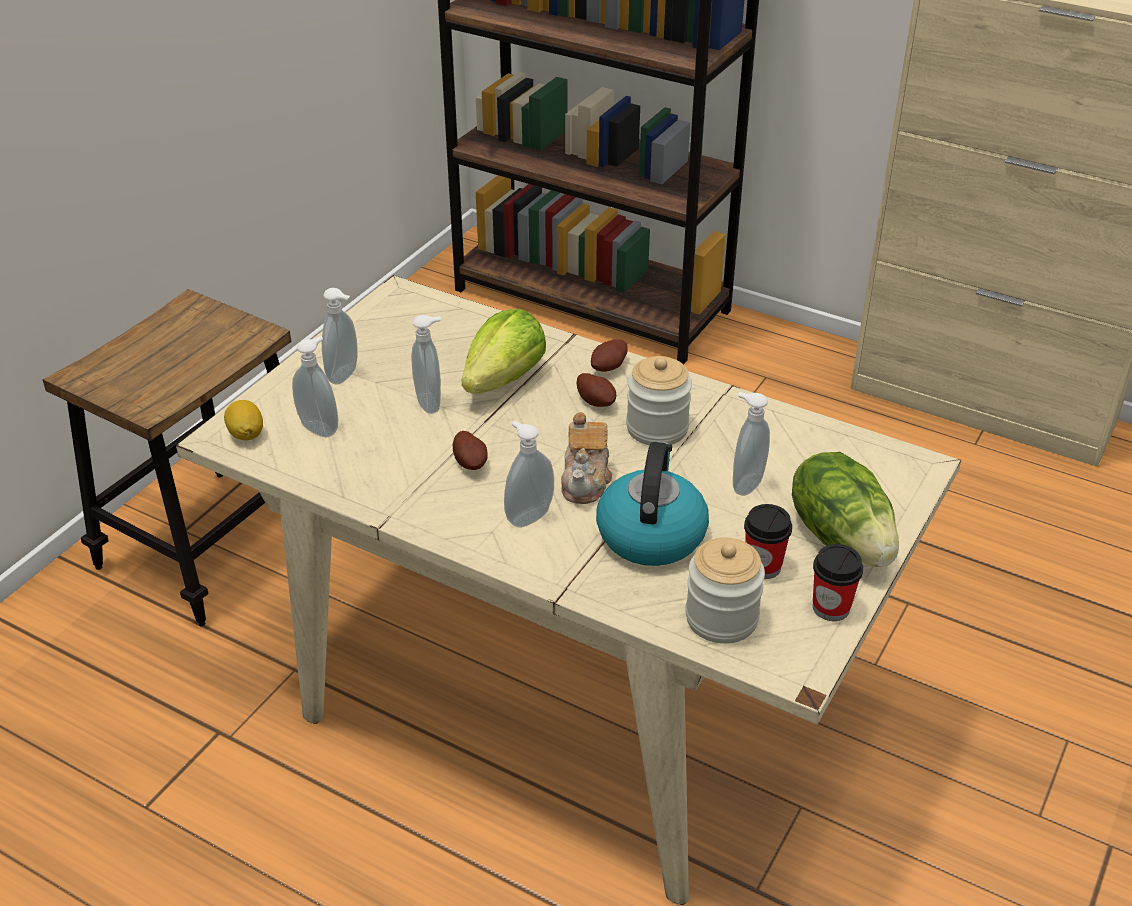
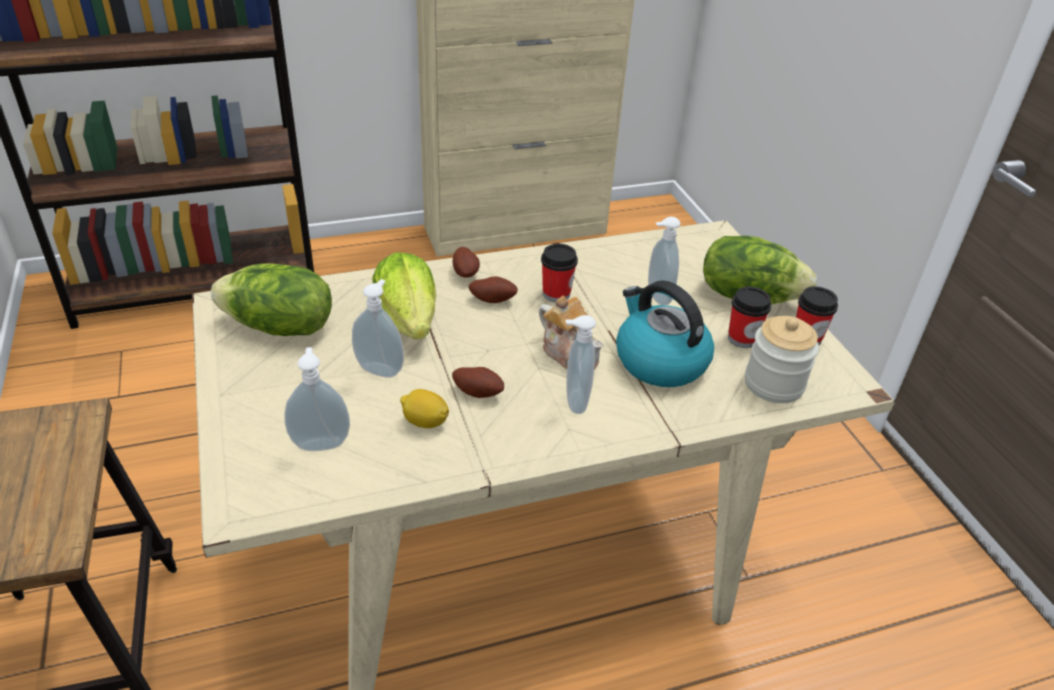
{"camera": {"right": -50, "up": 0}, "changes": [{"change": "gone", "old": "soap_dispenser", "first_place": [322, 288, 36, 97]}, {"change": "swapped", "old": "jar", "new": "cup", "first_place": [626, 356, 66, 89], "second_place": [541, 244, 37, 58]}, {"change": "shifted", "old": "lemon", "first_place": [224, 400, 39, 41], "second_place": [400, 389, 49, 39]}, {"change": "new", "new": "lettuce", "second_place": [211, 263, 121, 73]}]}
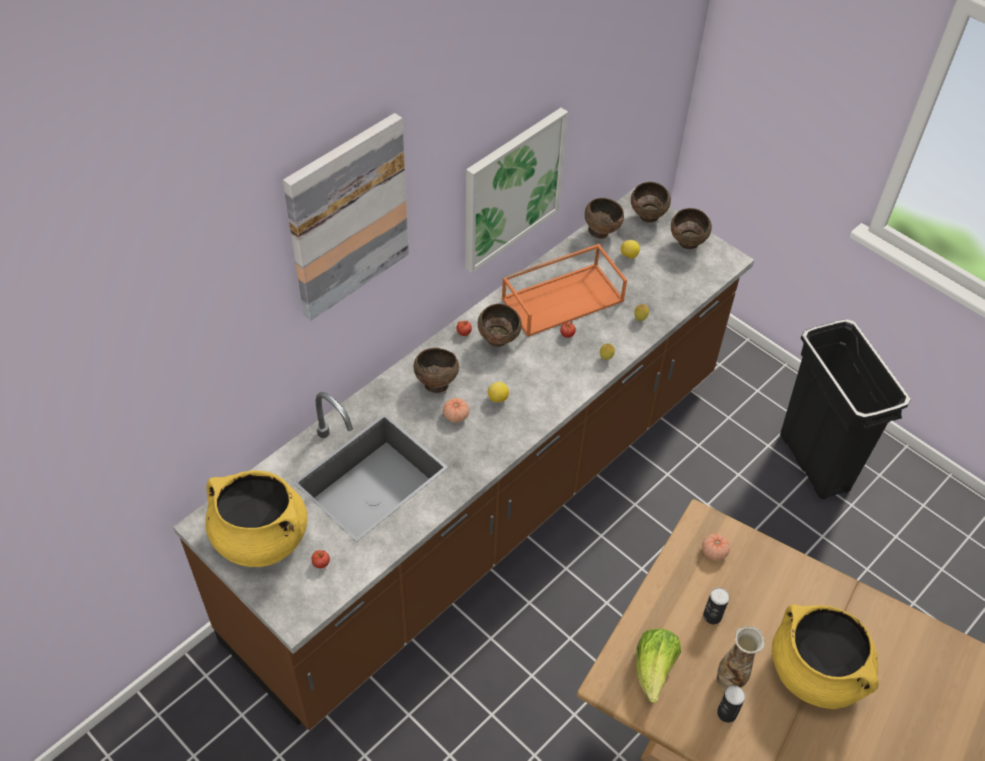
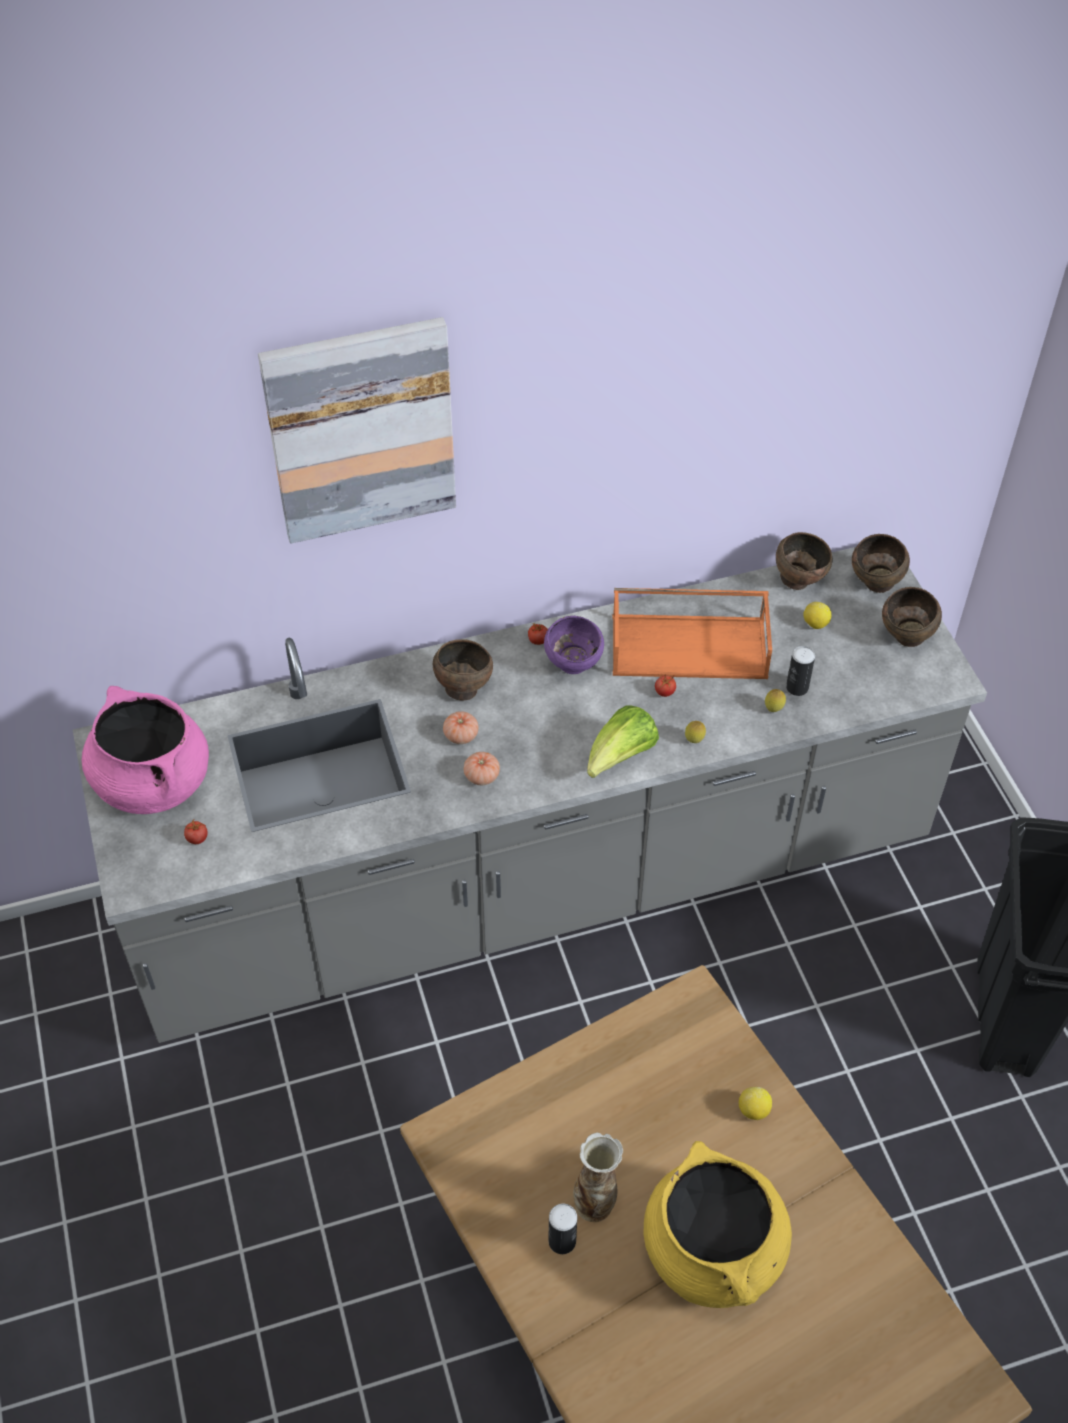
{"camera": {"right": 30, "up": 0}, "changes": [{"change": "gone", "old": "picture", "first_place": [465, 108, 103, 165]}, {"change": "repainted", "old": "brown_counter", "new": "grey_counter", "first_place": [173, 187, 581, 543], "second_place": [73, 547, 914, 496]}, {"change": "repainted", "old": "brown_bowl", "new": "purple_bowl", "first_place": [478, 304, 44, 43], "second_place": [544, 616, 60, 58]}, {"change": "shifted", "old": "lemon", "first_place": [488, 382, 21, 20], "second_place": [739, 1087, 33, 33]}, {"change": "repainted", "old": "yellow_cooking_pot", "new": "pink_cooking_pot", "first_place": [205, 470, 102, 97], "second_place": [82, 686, 127, 128]}, {"change": "shifted", "old": "tomato", "first_place": [702, 534, 28, 26], "second_place": [464, 752, 36, 33]}, {"change": "shifted", "old": "can", "first_place": [703, 588, 27, 36], "second_place": [786, 646, 29, 50]}, {"change": "shifted", "old": "lettuce", "first_place": [636, 628, 45, 75], "second_place": [587, 705, 72, 73]}]}
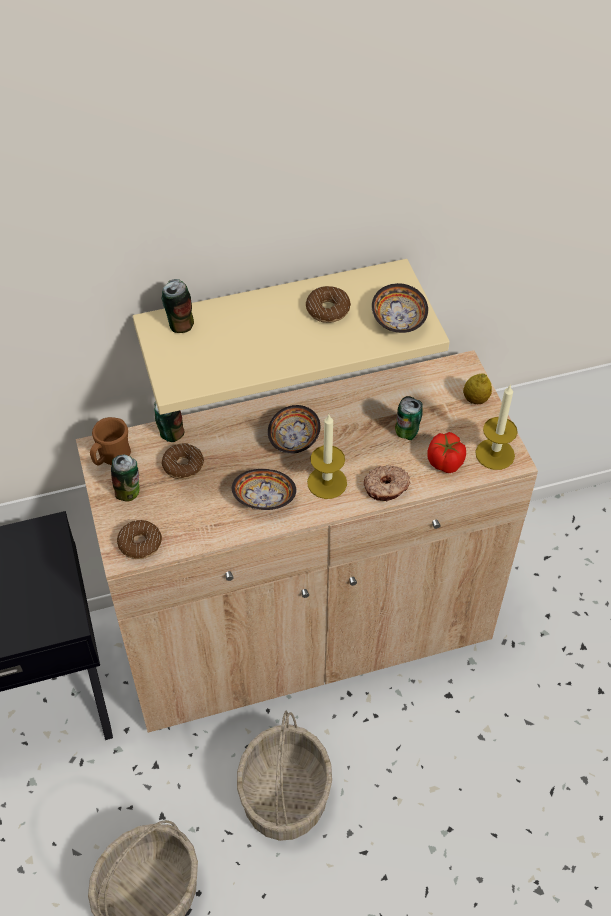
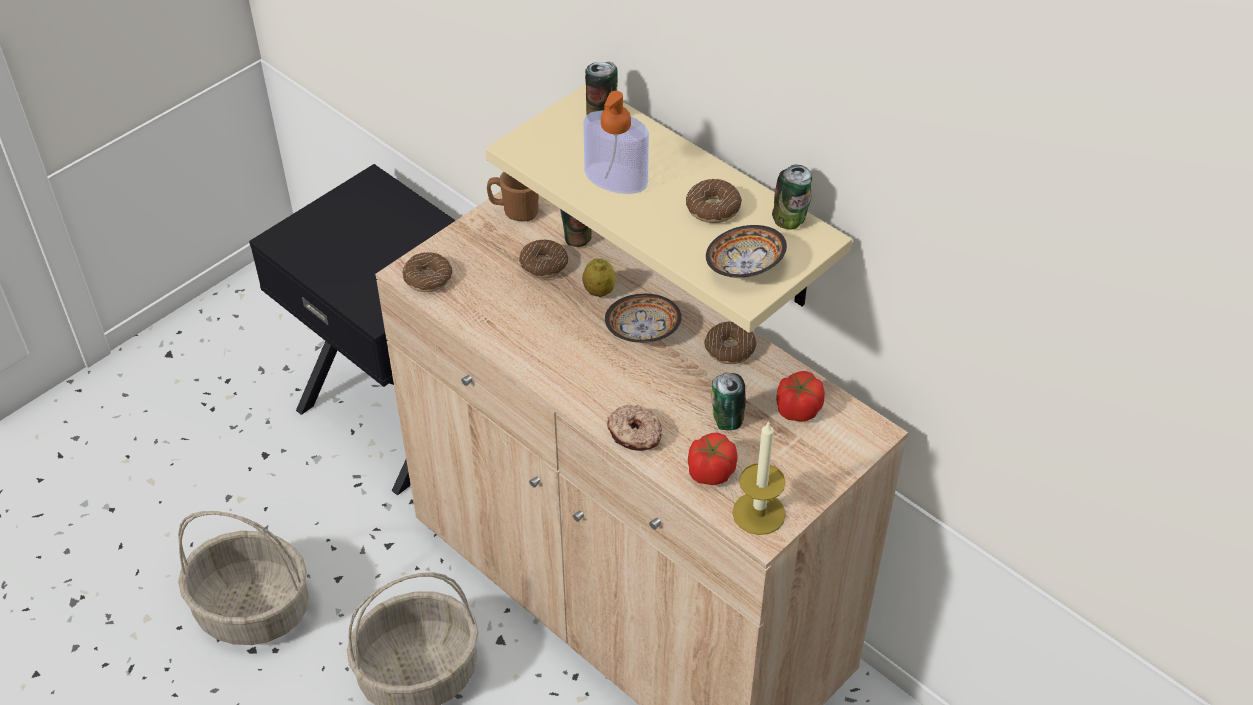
{"camera": {"right": 60, "up": -5}, "changes": [{"change": "shifted", "old": "lemon", "first_place": [463, 373, 29, 31], "second_place": [582, 258, 34, 39]}, {"change": "gone", "old": "candle", "first_place": [307, 415, 40, 84]}, {"change": "shifted", "old": "can", "first_place": [111, 455, 29, 47], "second_place": [772, 165, 40, 64]}, {"change": "gone", "old": "bowl", "first_place": [232, 469, 64, 41]}, {"change": "new", "new": "soap_dispenser", "second_place": [583, 91, 66, 103]}, {"change": "new", "new": "donut", "second_place": [704, 322, 53, 42]}, {"change": "new", "new": "tomato", "second_place": [776, 371, 49, 51]}]}
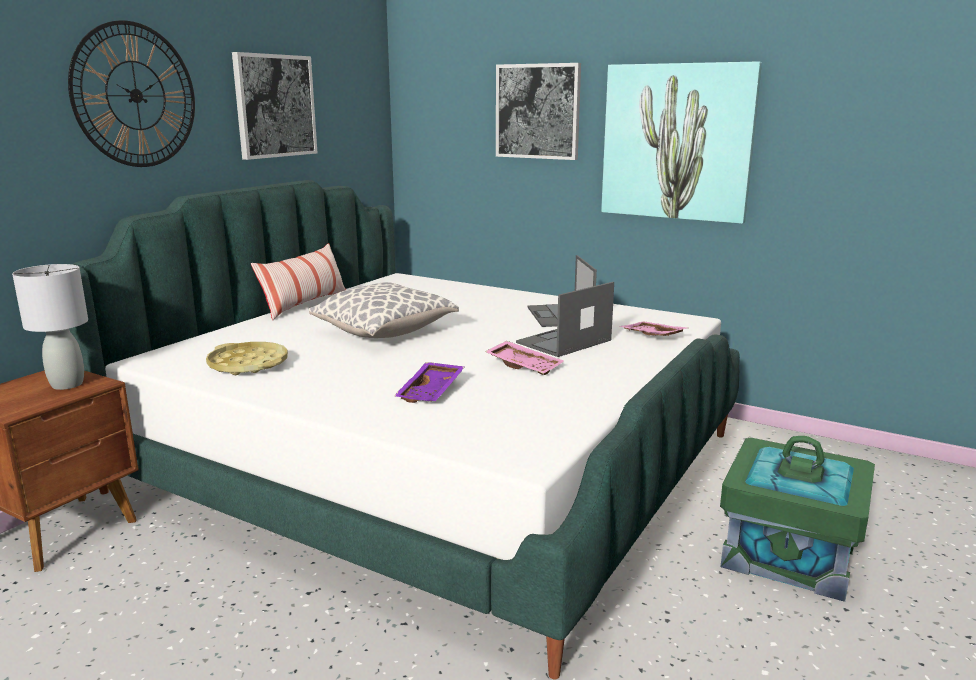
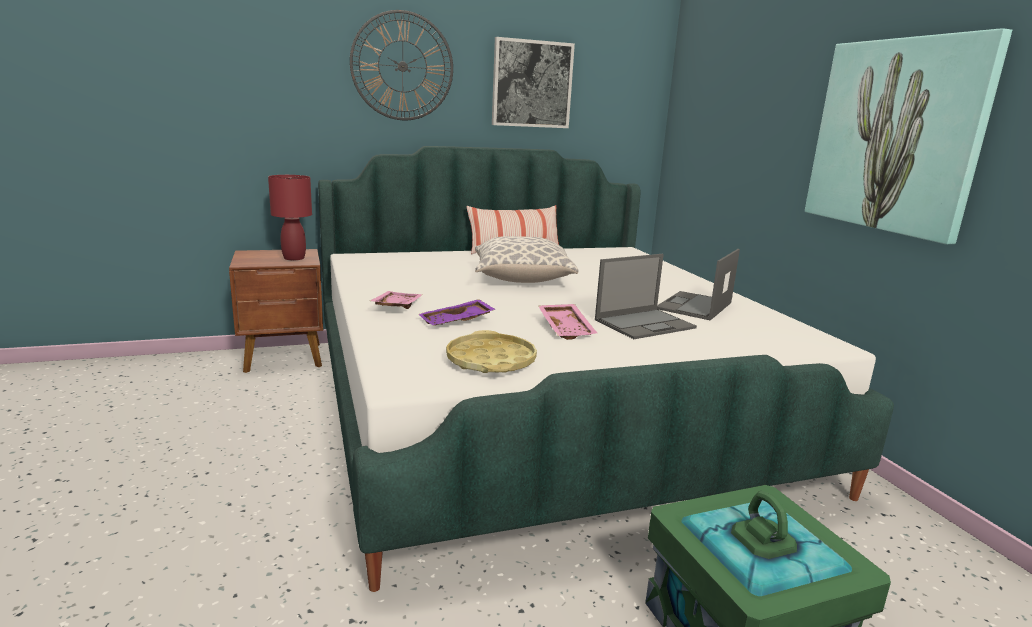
{"camera": {"right": 40, "up": 0}, "changes": [{"change": "gone", "old": "picture", "first_place": [496, 63, 85, 97]}, {"change": "repainted", "old": "grey_table_lamp", "new": "red_table_lamp", "first_place": [12, 264, 76, 126], "second_place": [268, 175, 44, 86]}, {"change": "rotated", "old": "laptop", "first_place": [516, 282, 98, 75], "second_place": [595, 254, 102, 85], "degrees": 150}, {"change": "shifted", "old": "pink_tray", "first_place": [620, 322, 67, 14], "second_place": [370, 291, 52, 18]}, {"change": "shifted", "old": "yellow_tray", "first_place": [206, 342, 82, 33], "second_place": [446, 330, 91, 43]}]}
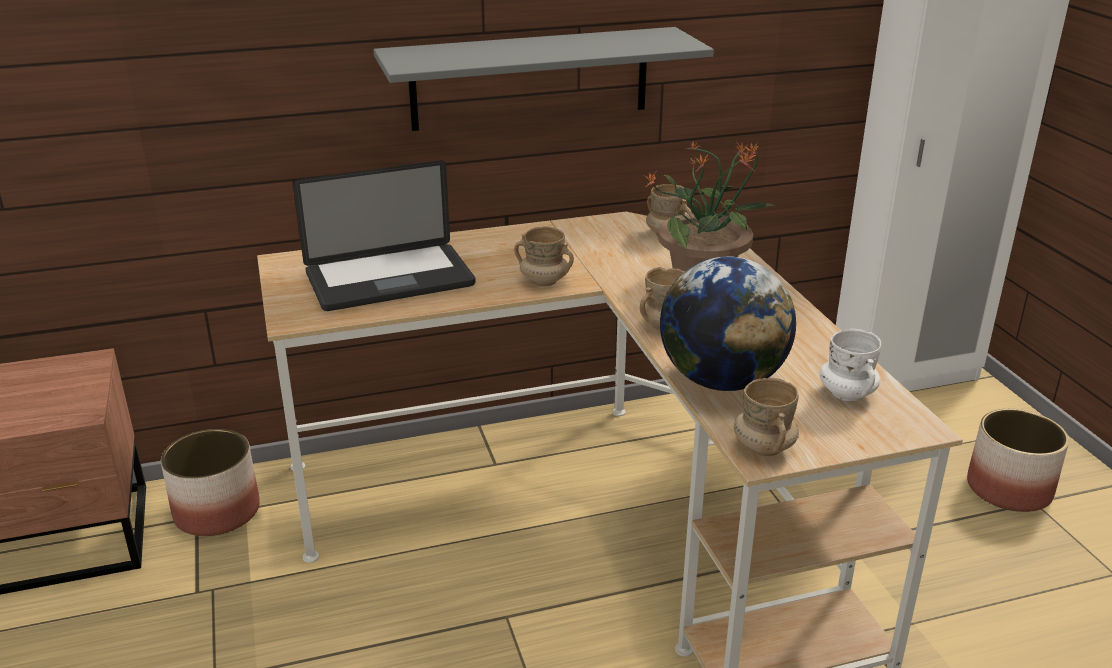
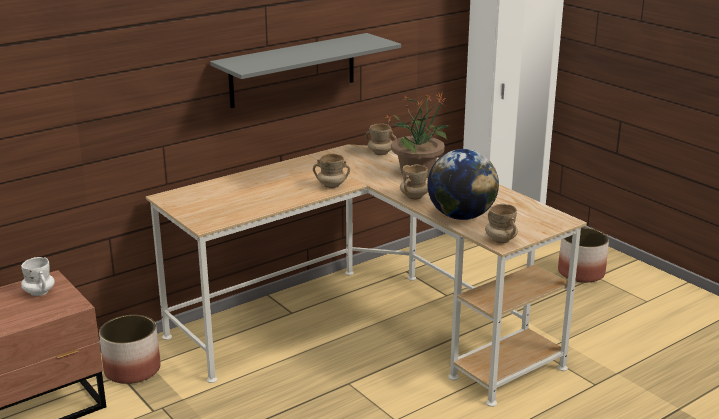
{"camera": {"right": -20, "up": -5}, "changes": [{"change": "gone", "old": "laptop", "first_place": [293, 161, 183, 150]}, {"change": "shifted", "old": "white_mug", "first_place": [819, 329, 62, 72], "second_place": [21, 257, 34, 39]}]}
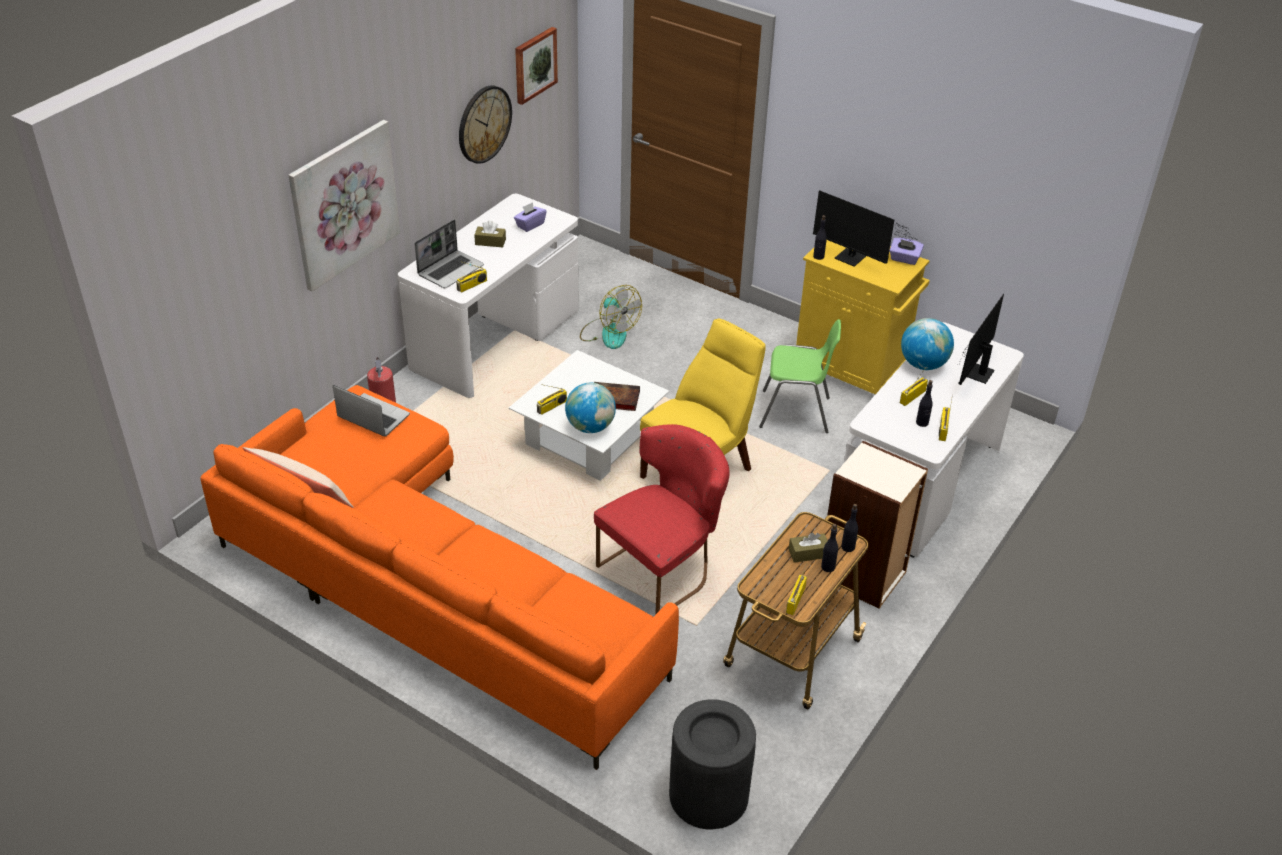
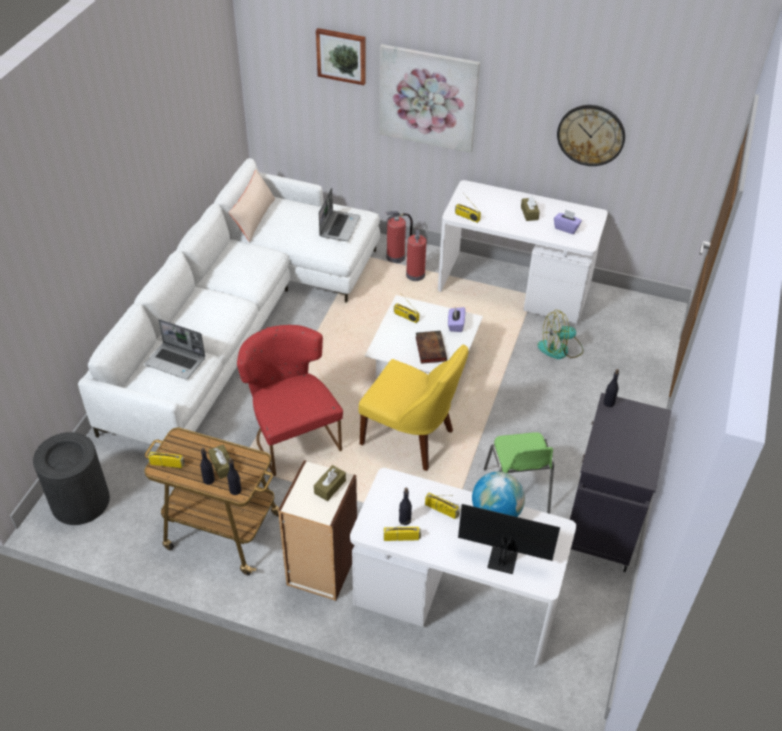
{"camera": {"right": 75, "up": 5}, "changes": [{"change": "shifted", "old": "picture", "first_place": [515, 27, 43, 78], "second_place": [316, 28, 50, 57]}, {"change": "gone", "old": "monitor", "first_place": [813, 190, 102, 77]}, {"change": "shifted", "old": "laptop", "first_place": [415, 220, 69, 68], "second_place": [145, 319, 60, 61]}, {"change": "shifted", "old": "purple_tissue_box", "first_place": [889, 238, 35, 27], "second_place": [448, 307, 17, 25]}, {"change": "repainted", "old": "yellow_cabinet", "new": "black_cabinet", "first_place": [796, 240, 134, 155], "second_place": [570, 393, 102, 179]}, {"change": "rotated", "old": "fan", "first_place": [580, 285, 62, 64], "second_place": [537, 310, 47, 49], "degrees": 45}, {"change": "gone", "old": "globe", "first_place": [565, 383, 51, 50]}, {"change": "repainted", "old": "orange_sofa", "new": "white_sofa", "first_place": [201, 385, 478, 385], "second_place": [78, 158, 302, 289]}, {"change": "rotated", "old": "red_chair", "first_place": [594, 424, 136, 191], "second_place": [237, 325, 106, 151], "degrees": -150}, {"change": "new", "new": "fire_extinguisher", "second_place": [406, 227, 20, 54]}, {"change": "new", "new": "brown_tissue_box", "second_place": [314, 465, 32, 36]}]}
